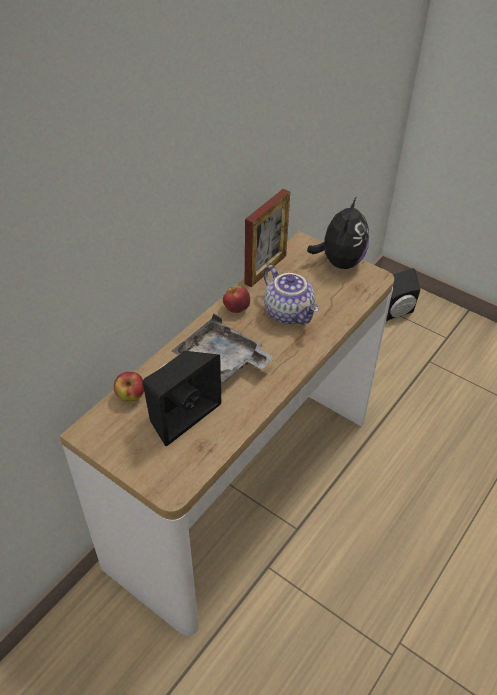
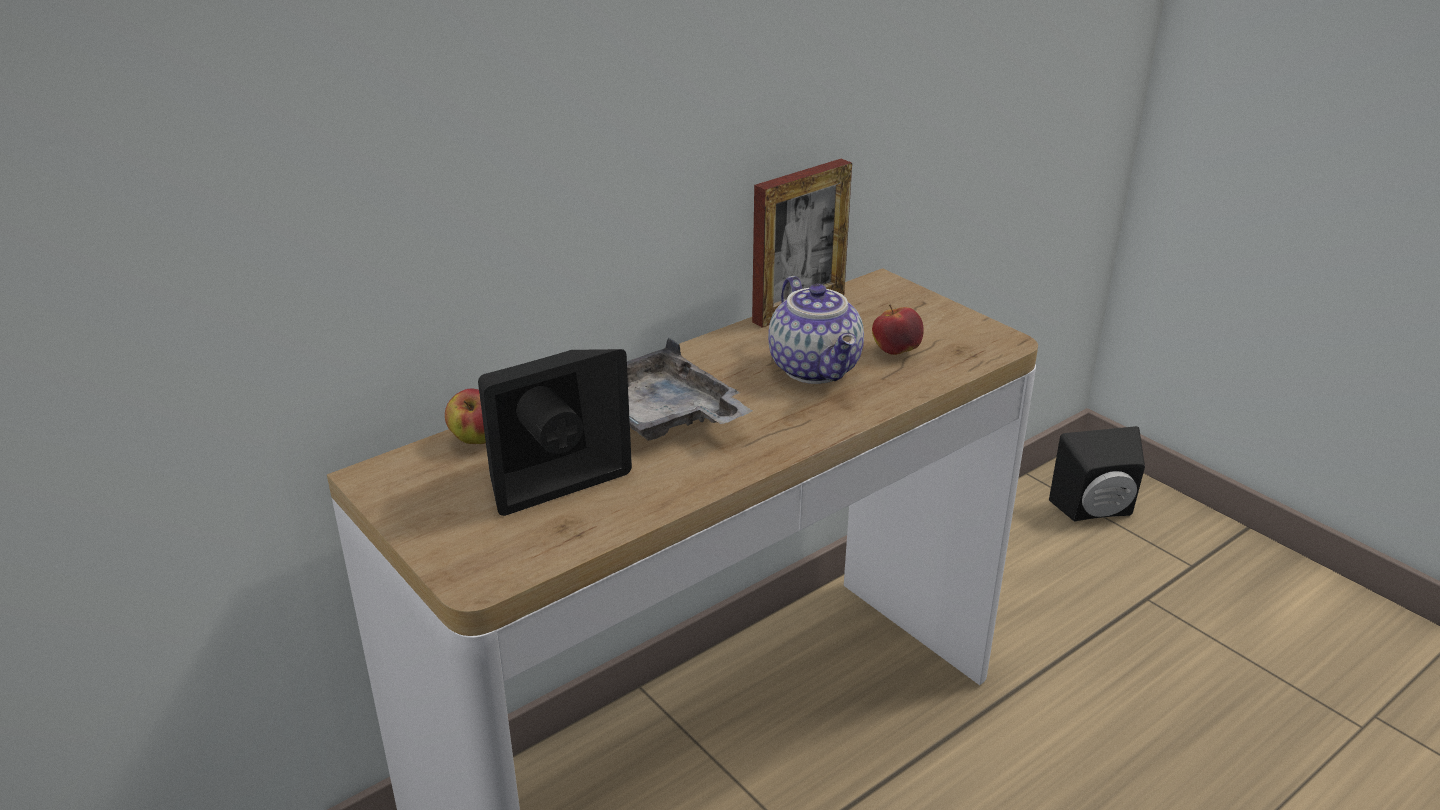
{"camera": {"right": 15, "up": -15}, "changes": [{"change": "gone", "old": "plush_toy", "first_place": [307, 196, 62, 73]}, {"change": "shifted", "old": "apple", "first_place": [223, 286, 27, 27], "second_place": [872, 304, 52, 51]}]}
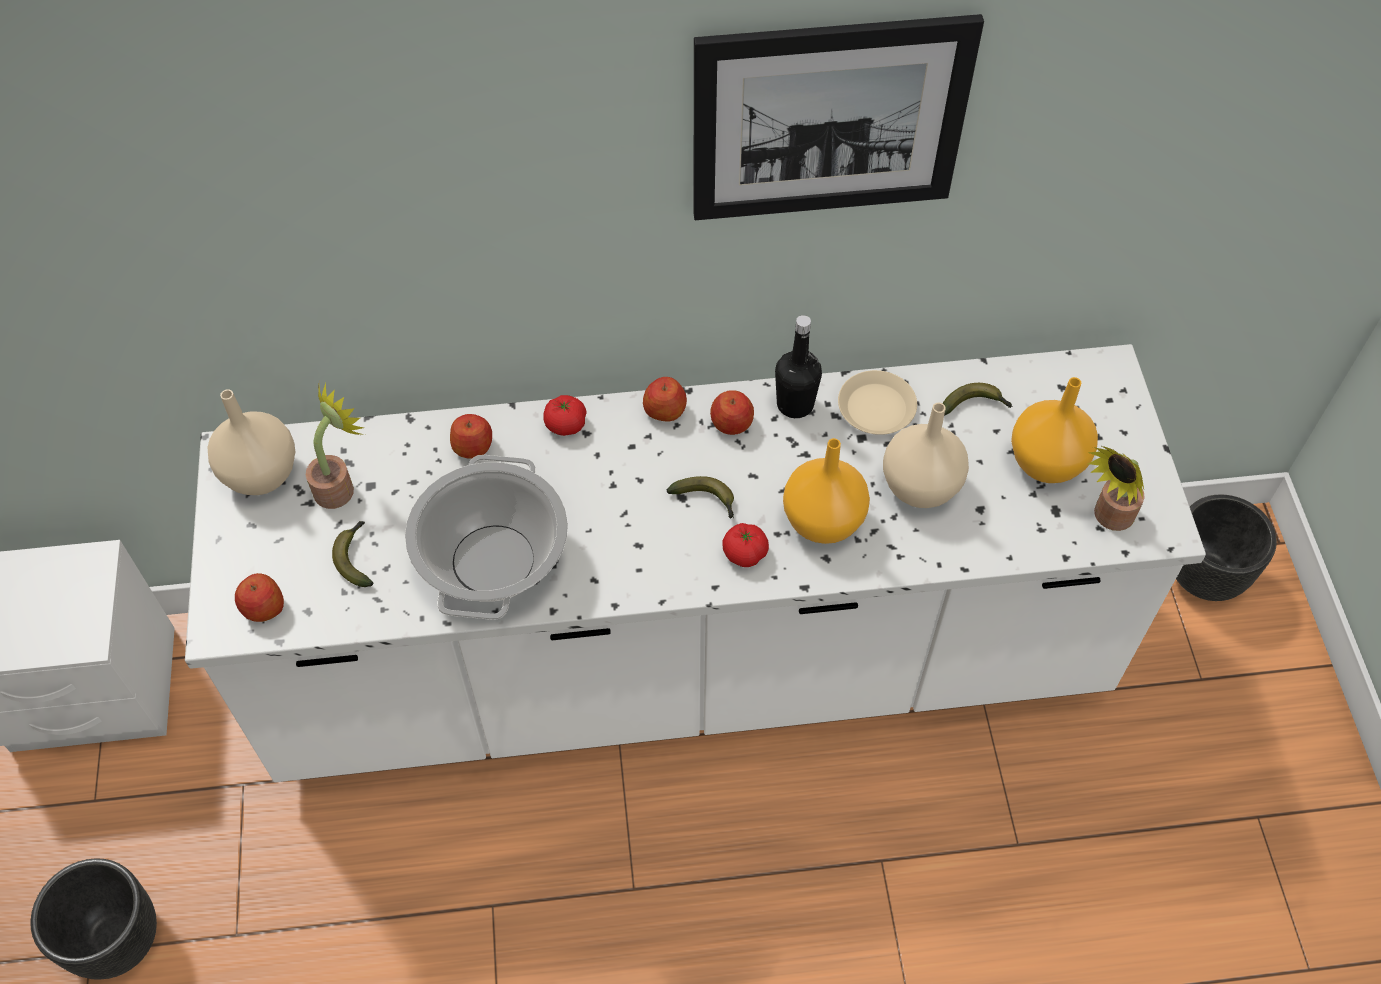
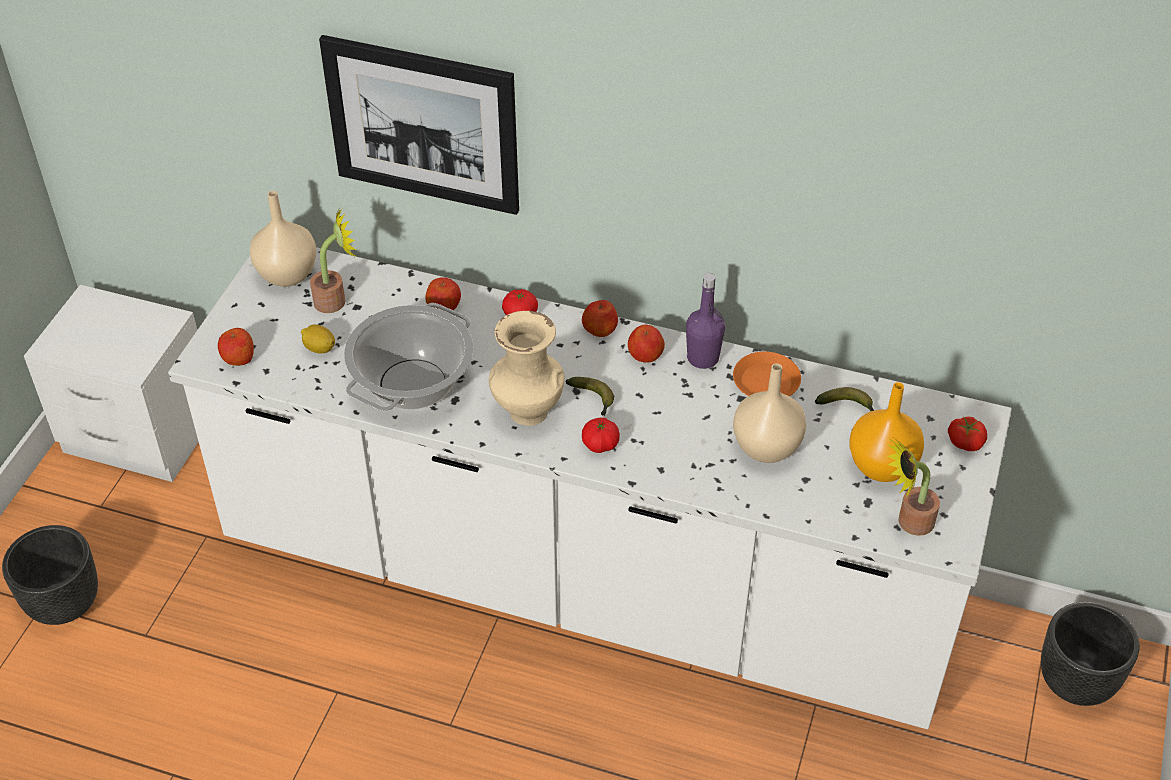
{"camera": {"right": 25, "up": -10}, "changes": [{"change": "shifted", "old": "picture", "first_place": [693, 14, 291, 206], "second_place": [319, 35, 200, 180]}, {"change": "repainted", "old": "black_bottle", "new": "purple_bottle", "first_place": [775, 315, 47, 103], "second_place": [686, 273, 39, 96]}, {"change": "repainted", "old": "beige_plate", "new": "orange_plate", "first_place": [838, 370, 79, 65], "second_place": [733, 352, 68, 44]}, {"change": "gone", "old": "orange_vase", "first_place": [783, 438, 87, 106]}, {"change": "swapped", "old": "banana", "new": "lemon", "first_place": [332, 521, 41, 66], "second_place": [301, 325, 34, 29]}, {"change": "new", "new": "beige_vase", "second_place": [489, 311, 75, 115]}, {"change": "new", "new": "tomato", "second_place": [948, 417, 39, 34]}]}
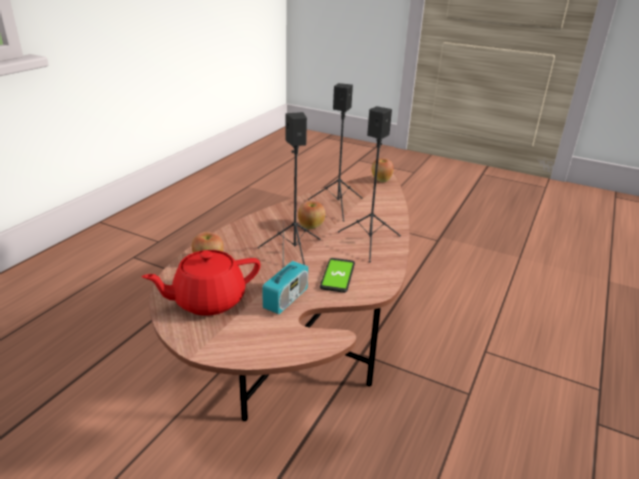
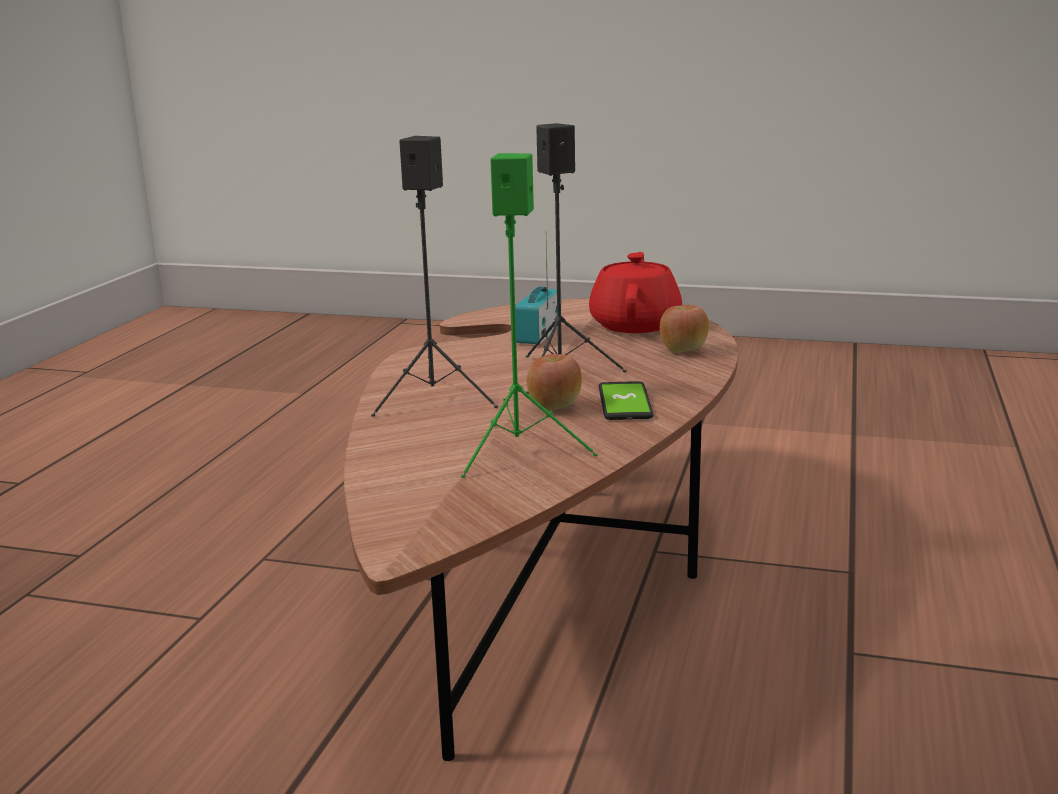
{"camera": {"right": 170, "up": -10}, "changes": [{"change": "repainted", "old": "black_speaker", "new": "green_speaker", "first_place": [308, 83, 55, 138], "second_place": [461, 153, 137, 325]}, {"change": "gone", "old": "apple", "first_place": [372, 158, 22, 24]}, {"change": "rotated", "old": "red_teapot", "first_place": [142, 250, 119, 66], "second_place": [589, 252, 93, 81], "degrees": -45}, {"change": "shifted", "old": "phone", "first_place": [320, 258, 35, 35], "second_place": [599, 381, 55, 39]}]}
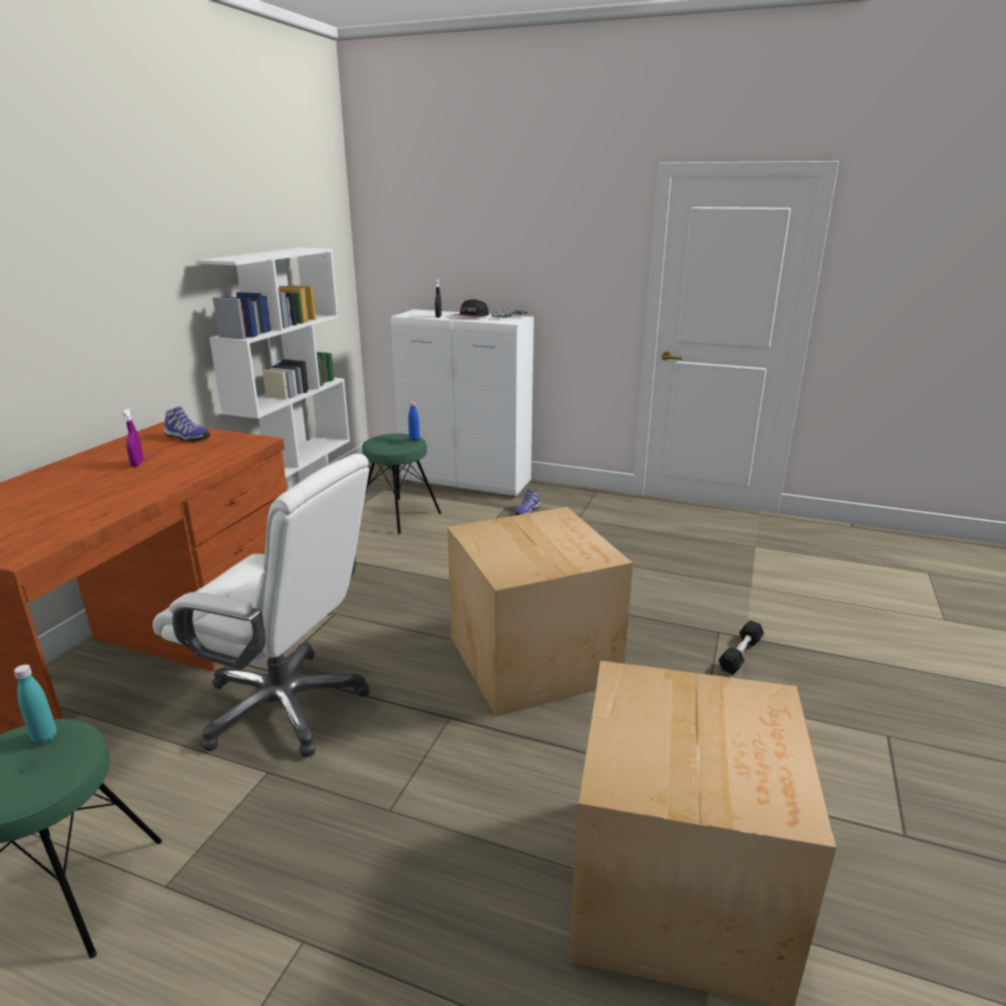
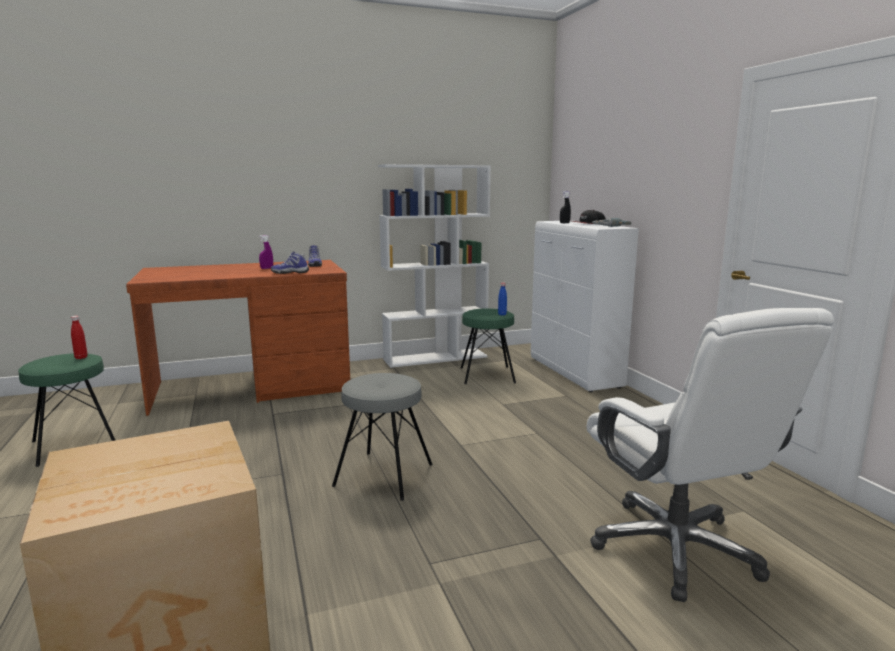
{"camera": {"right": 50, "up": -10}, "changes": [{"change": "shifted", "old": "white_office_chair", "first_place": [153, 454, 216, 303], "second_place": [587, 308, 247, 294]}, {"change": "shifted", "old": "shoe", "first_place": [515, 489, 25, 26], "second_place": [271, 252, 38, 22]}, {"change": "swapped", "old": "cardboard_box", "new": "grey_stool", "first_place": [447, 507, 186, 210], "second_place": [332, 373, 101, 128]}, {"change": "gone", "old": "black_dumbbell", "first_place": [718, 620, 46, 54]}, {"change": "repainted", "old": "turquoise_bottle", "new": "red_bottle", "first_place": [14, 664, 42, 80], "second_place": [71, 316, 17, 43]}]}
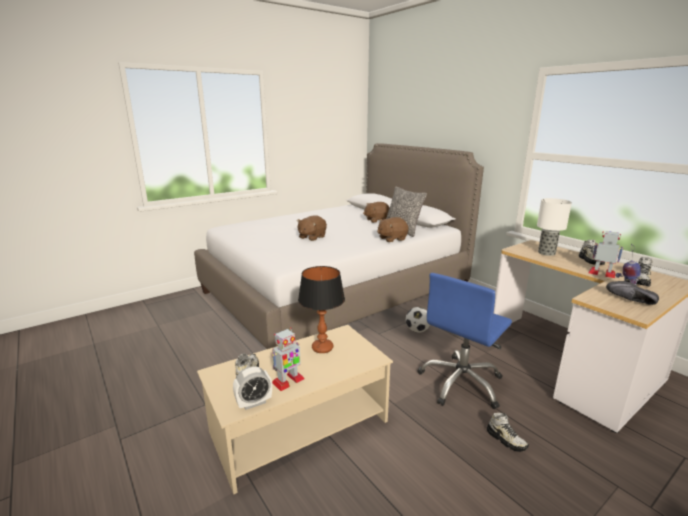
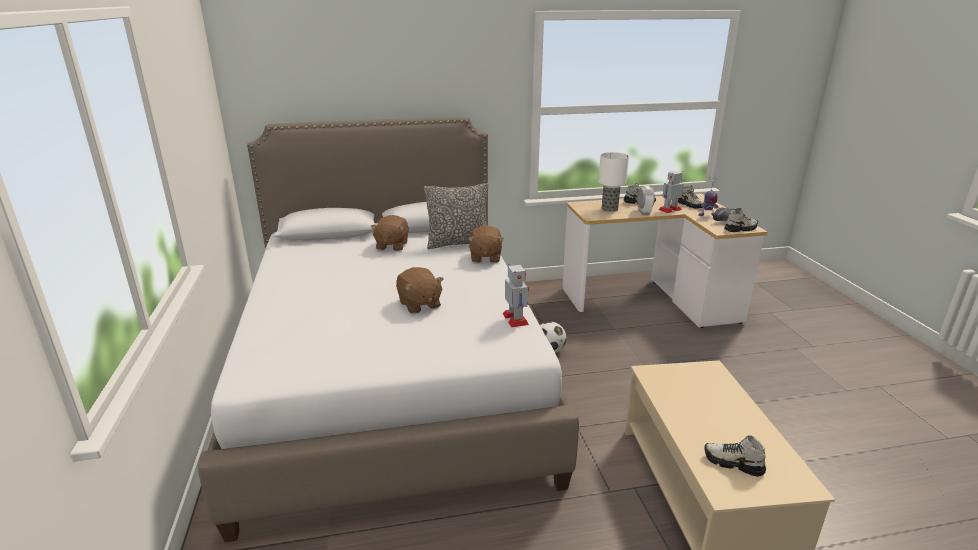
{"camera": {"right": -65, "up": 5}, "changes": [{"change": "gone", "old": "table_lamp", "first_place": [298, 266, 47, 87]}, {"change": "gone", "old": "blue_office_chair", "first_place": [418, 273, 94, 136]}, {"change": "shifted", "old": "toy_robot", "first_place": [272, 327, 33, 64], "second_place": [503, 264, 26, 63]}, {"change": "shifted", "old": "alarm_clock", "first_place": [233, 366, 39, 44], "second_place": [637, 186, 18, 29]}, {"change": "shifted", "old": "shoe", "first_place": [487, 413, 42, 39], "second_place": [724, 208, 34, 24]}]}
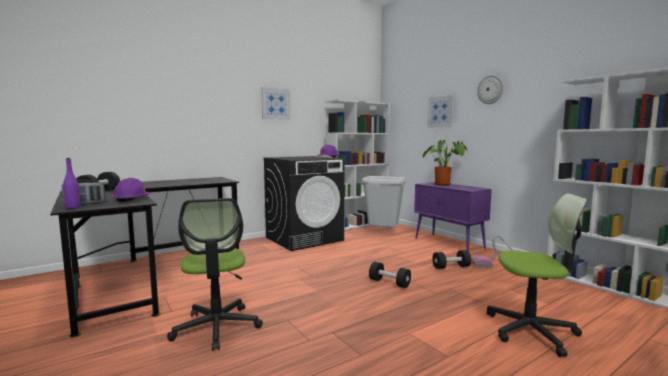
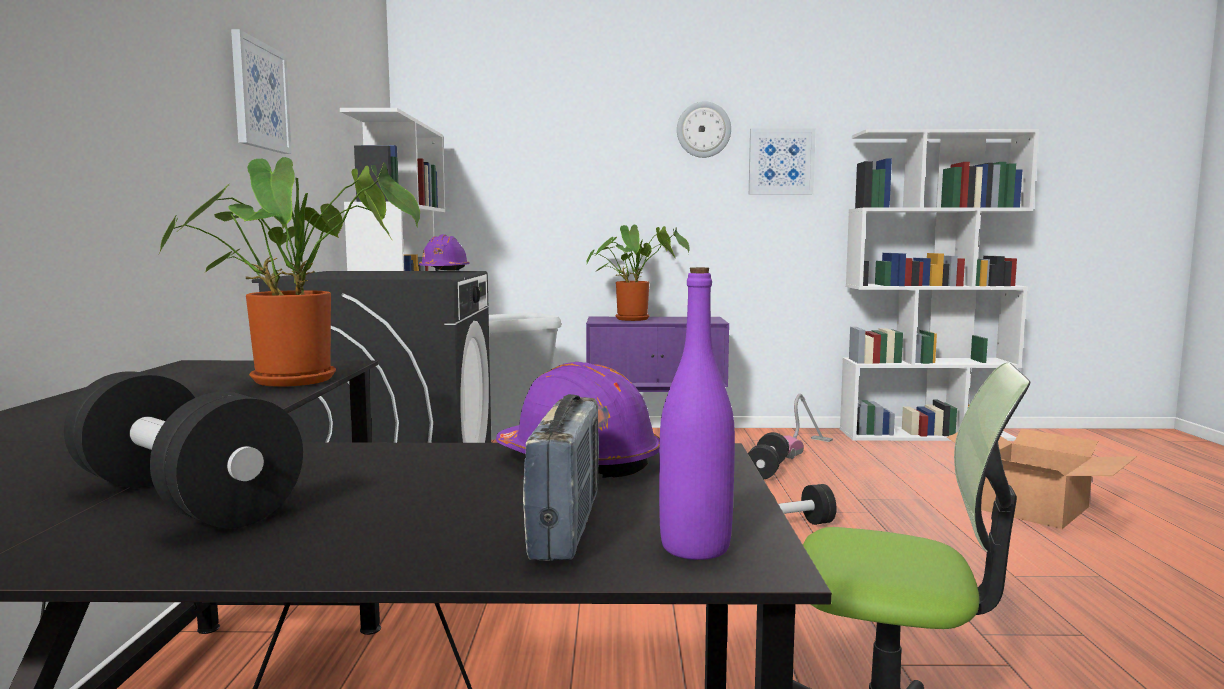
{"camera": {"right": -55, "up": 0}, "changes": [{"change": "shifted", "old": "picture", "first_place": [427, 95, 27, 32], "second_place": [749, 128, 67, 67]}, {"change": "swapped", "old": "office_chair", "new": "cardboard_box", "first_place": [486, 193, 102, 164], "second_place": [947, 429, 190, 100]}, {"change": "new", "new": "potted_plant", "second_place": [158, 157, 262, 230]}]}
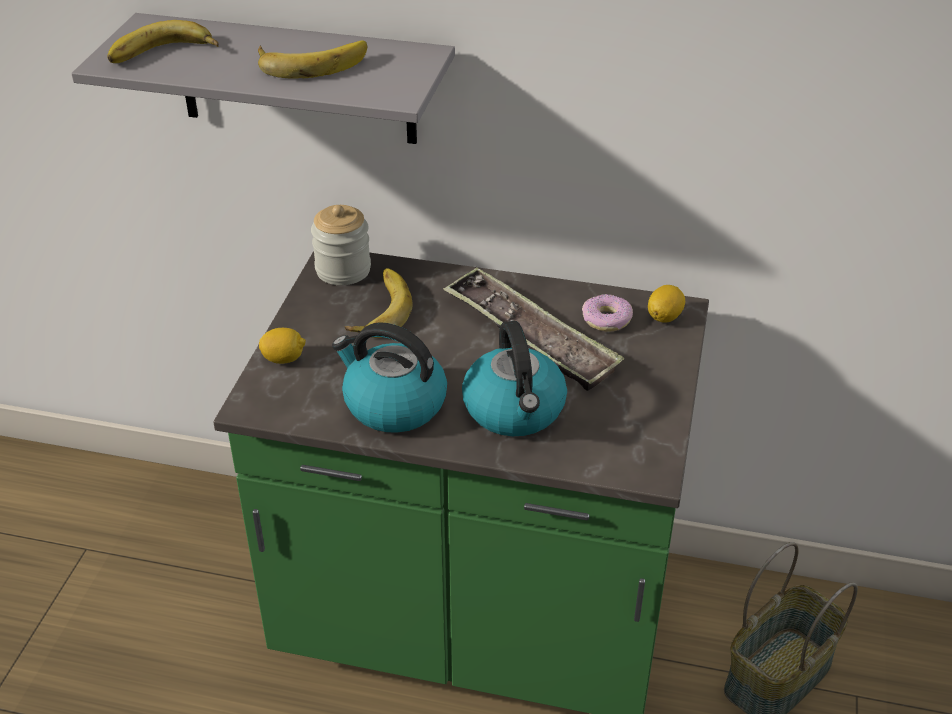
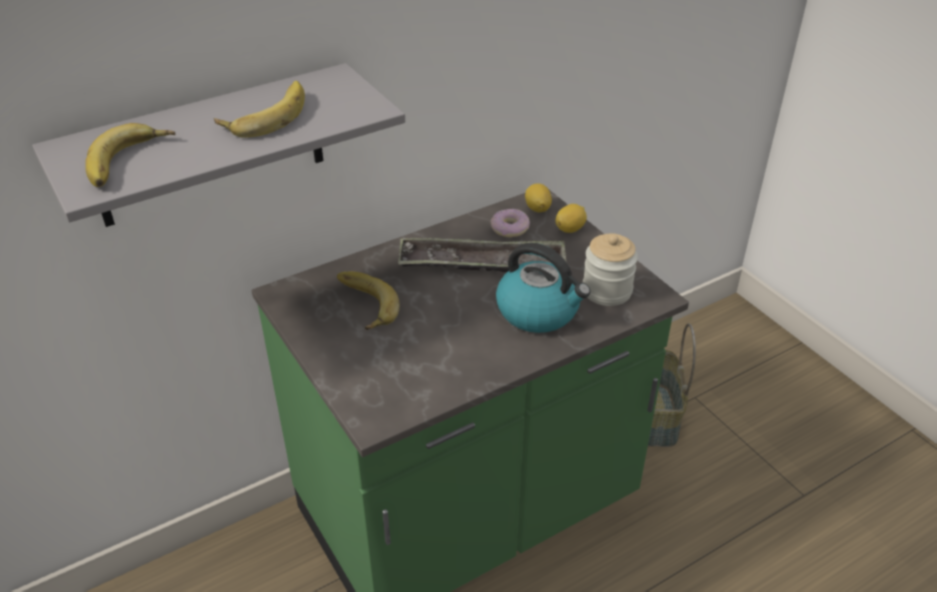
{"camera": {"right": -45, "up": 0}, "changes": [{"change": "shifted", "old": "jar", "first_place": [311, 205, 60, 80], "second_place": [583, 233, 55, 73]}, {"change": "gone", "old": "kettle", "first_place": [332, 322, 115, 111]}, {"change": "shifted", "old": "lemon", "first_place": [259, 328, 47, 36], "second_place": [556, 204, 31, 29]}]}
